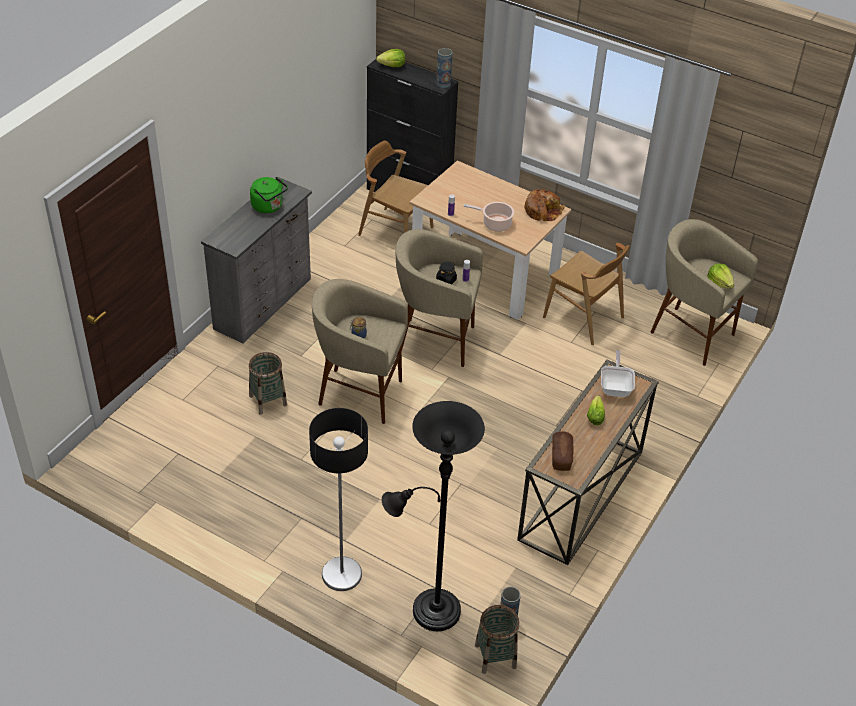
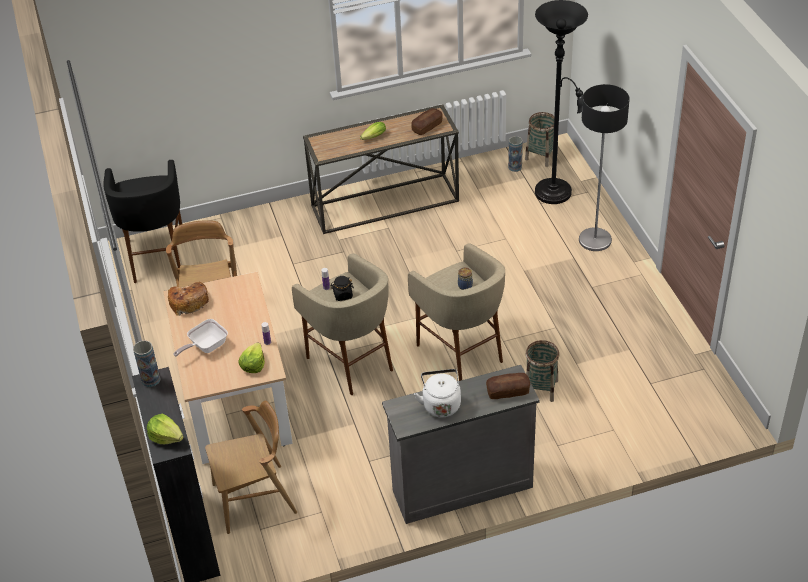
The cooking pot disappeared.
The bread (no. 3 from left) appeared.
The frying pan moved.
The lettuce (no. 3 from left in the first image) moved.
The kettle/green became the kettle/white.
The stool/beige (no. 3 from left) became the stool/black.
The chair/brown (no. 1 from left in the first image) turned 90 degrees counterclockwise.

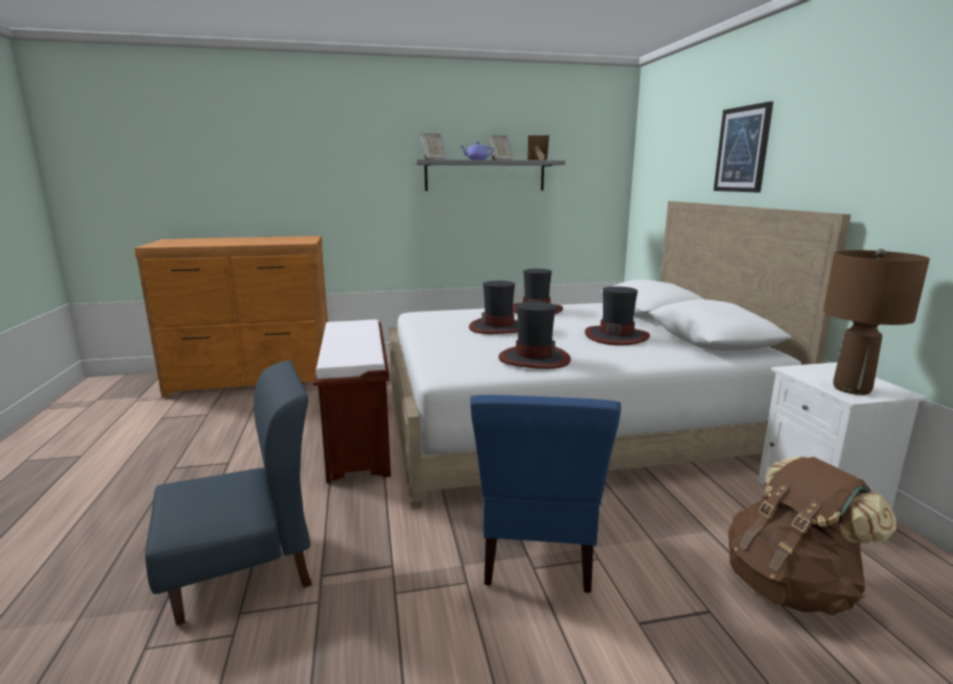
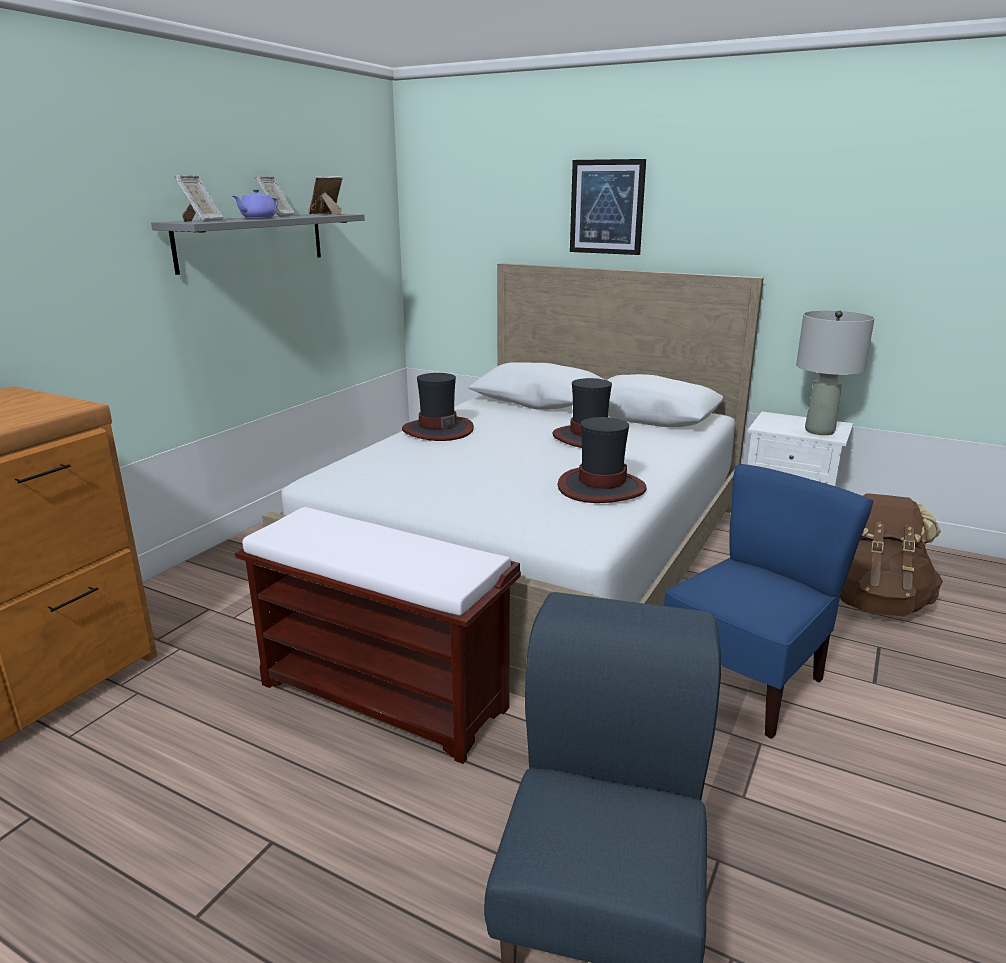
The hat (no. 1 from left) disappeared.
The table lamp/brown became the table lamp/grey.
The chair/blue (no. 2 from left) turned 90 degrees counterclockwise.

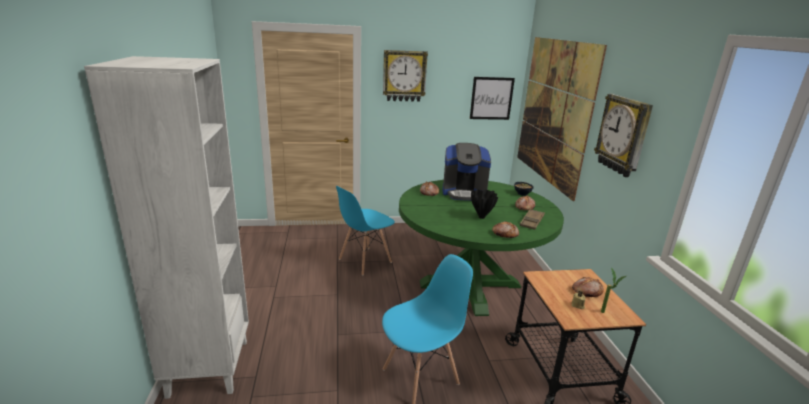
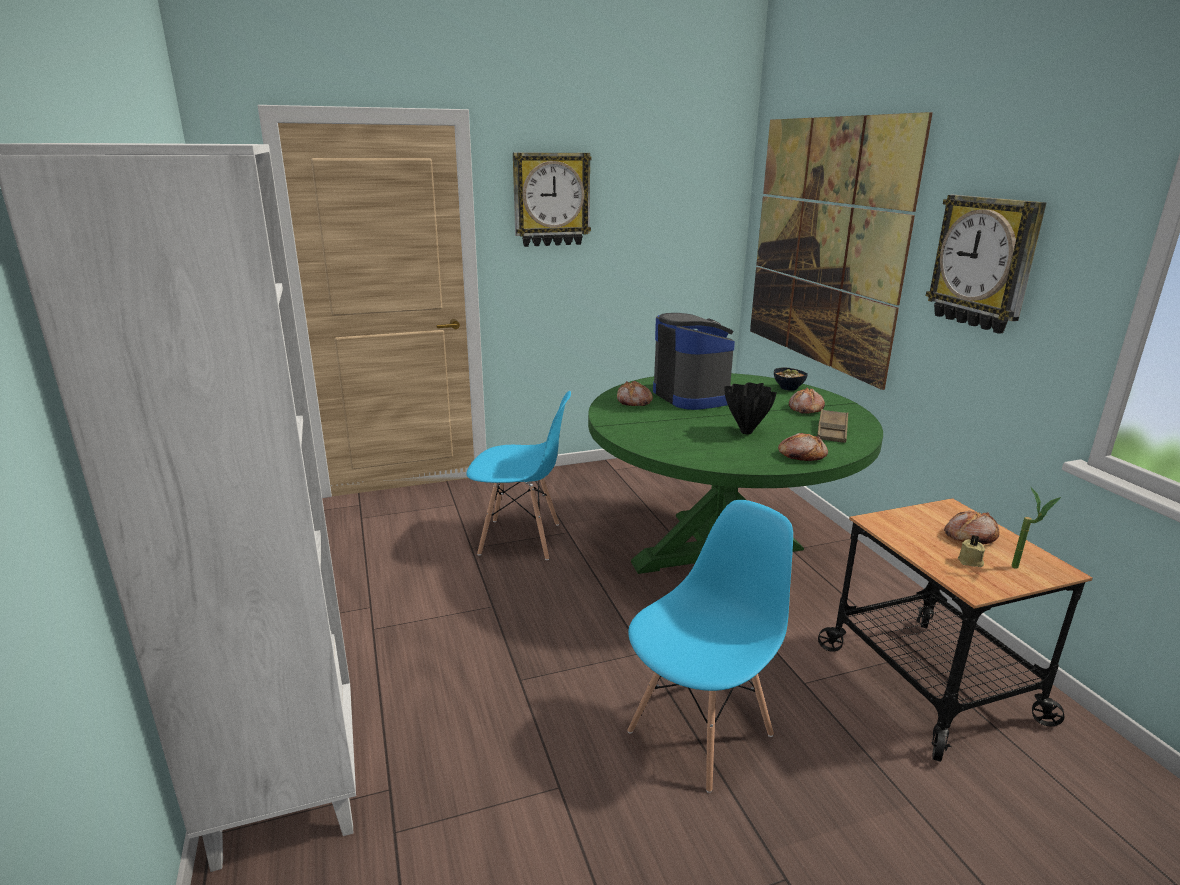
The picture (no. 1 from left) disappeared.
The chair/blue (no. 1 from left) turned 120 degrees counterclockwise.
The coffee machine turned 105 degrees counterclockwise.

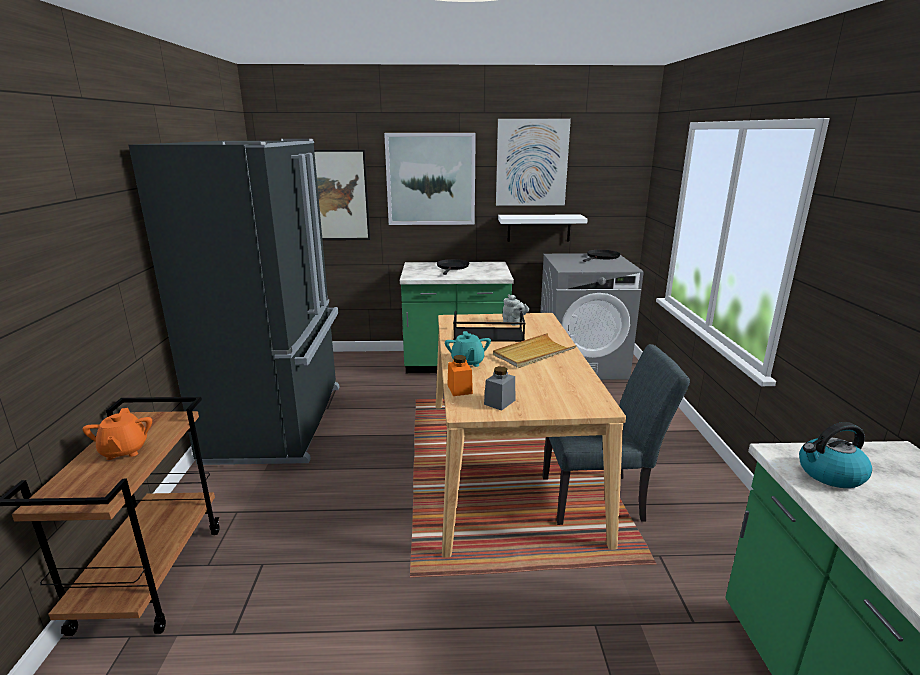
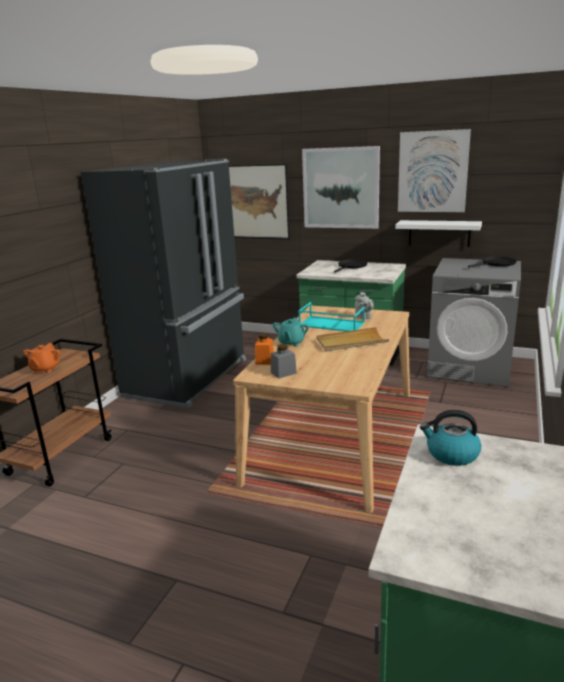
The chair/grey disappeared.
The tray/black became the tray/turquoise.

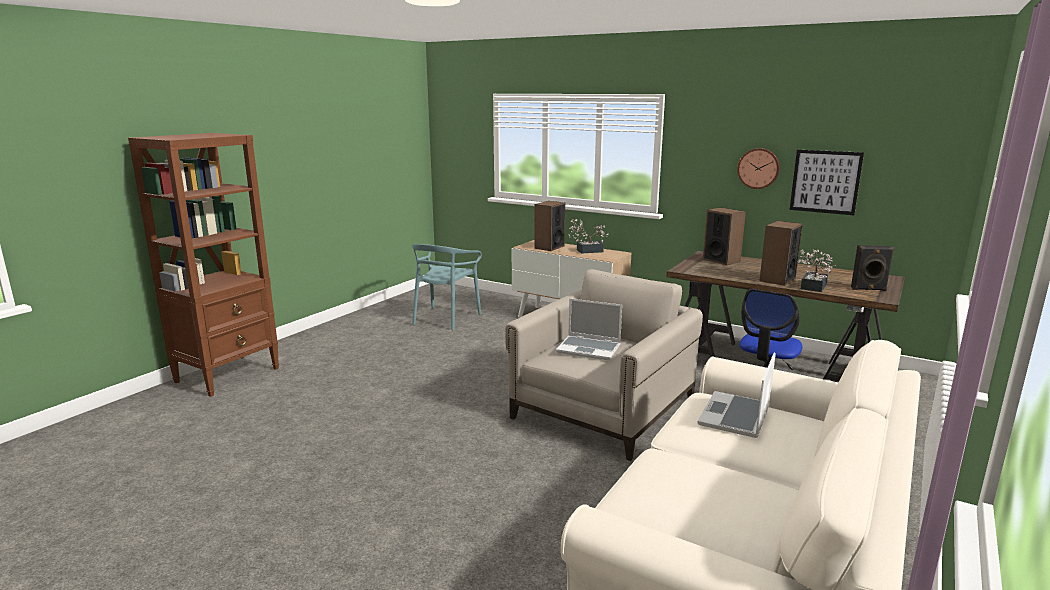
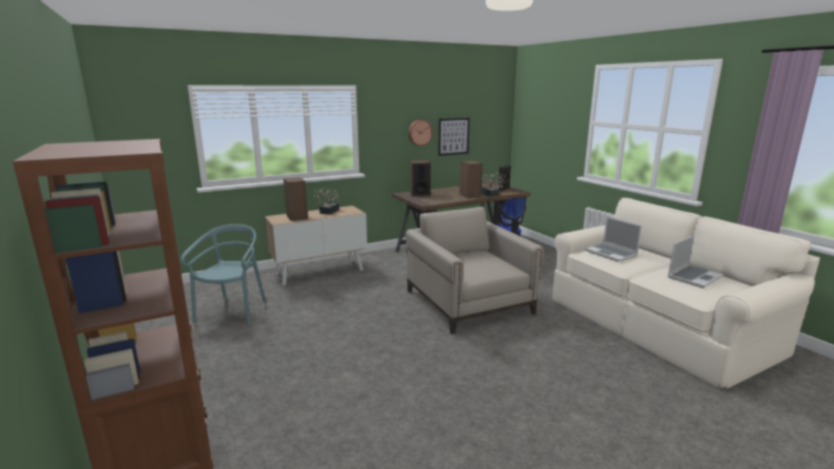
The laptop (no. 1 from left in the first image) moved.
The chair/turquoise turned 135 degrees counterclockwise.

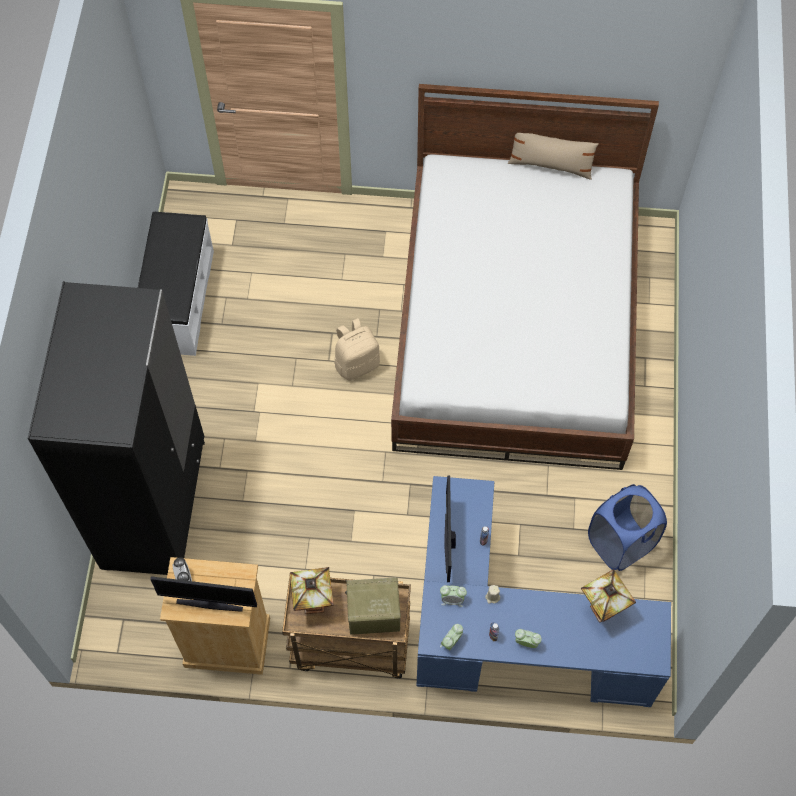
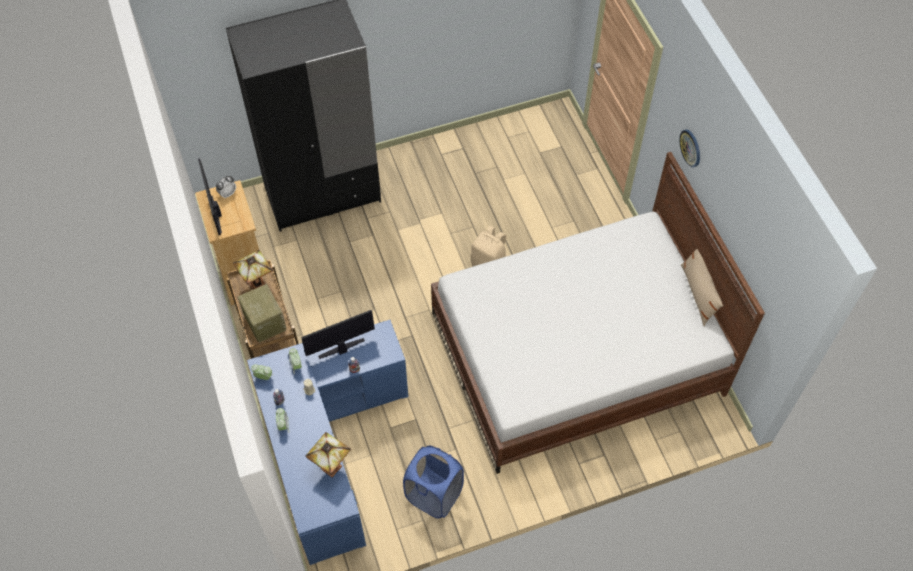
The bench/white disappeared.
The wall clock appeared.

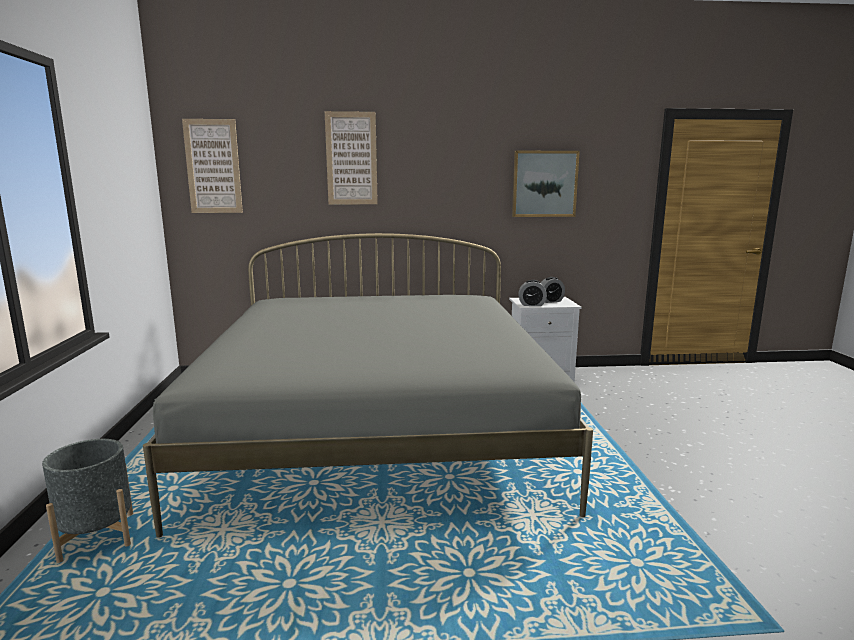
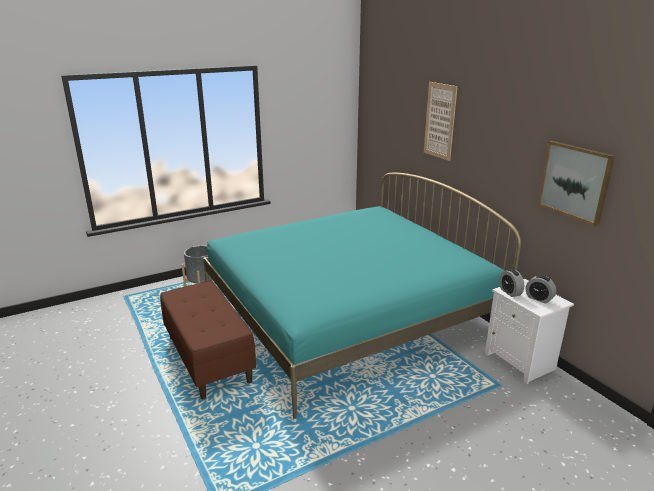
The picture (no. 1 from left) disappeared.
The bench/brown appeared.
The bed/grey became the bed/turquoise.

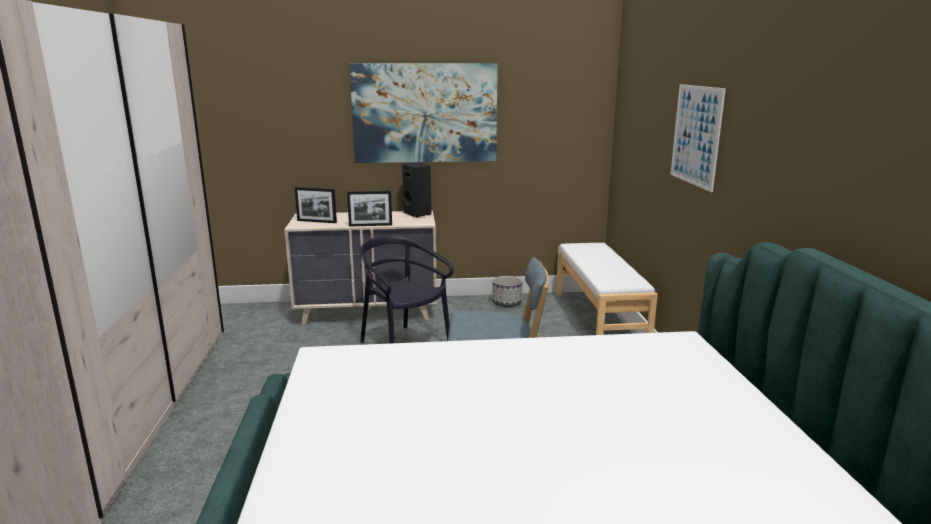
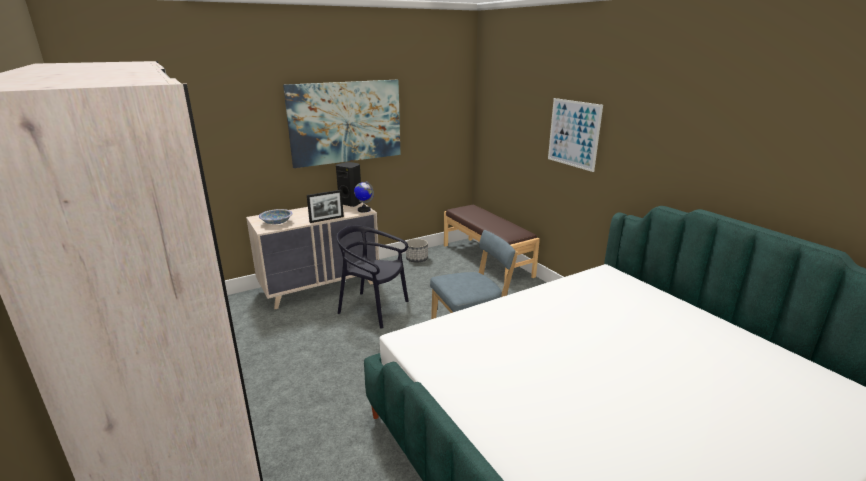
The globe appeared.
The picture frame (no. 1 from left) was replaced by the bowl.
The bench/white became the bench/brown.

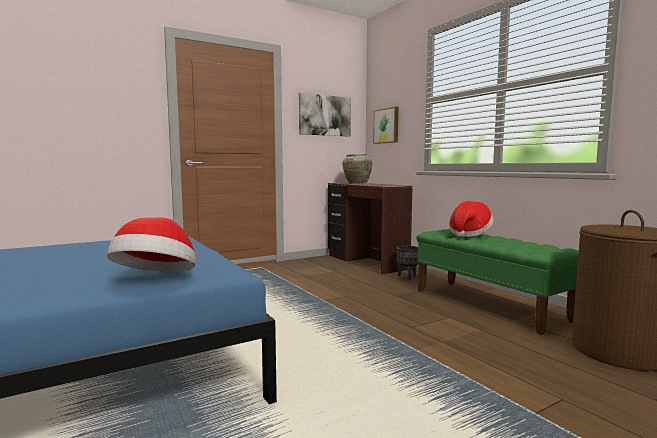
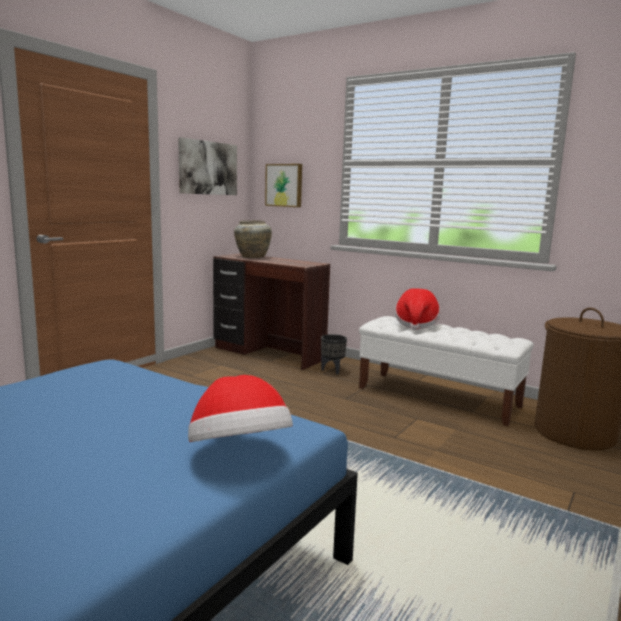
The bench/green became the bench/white.

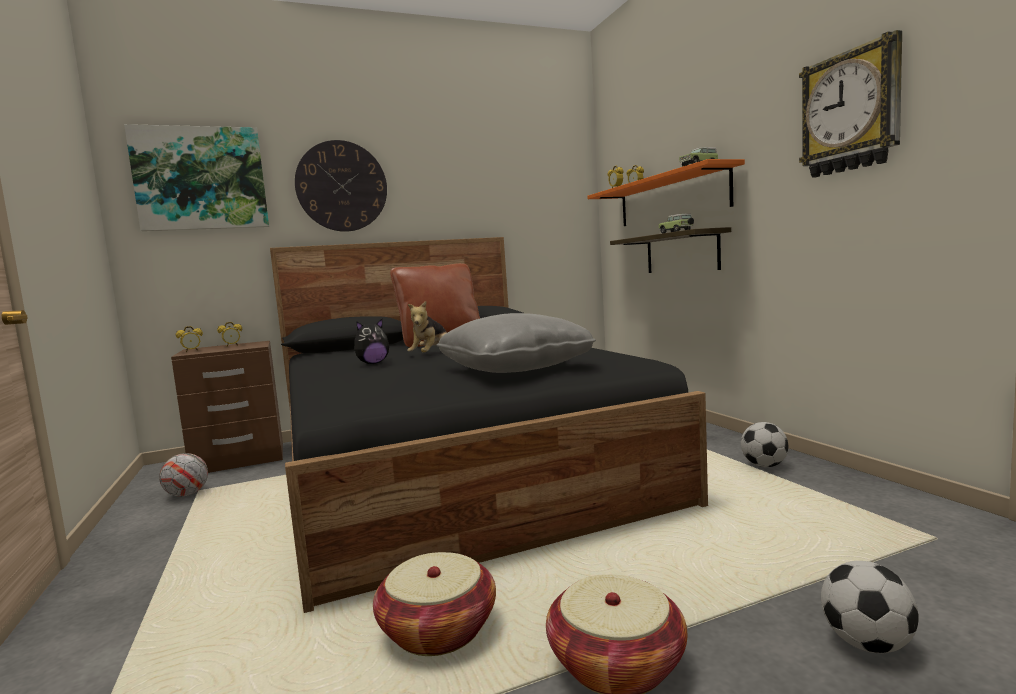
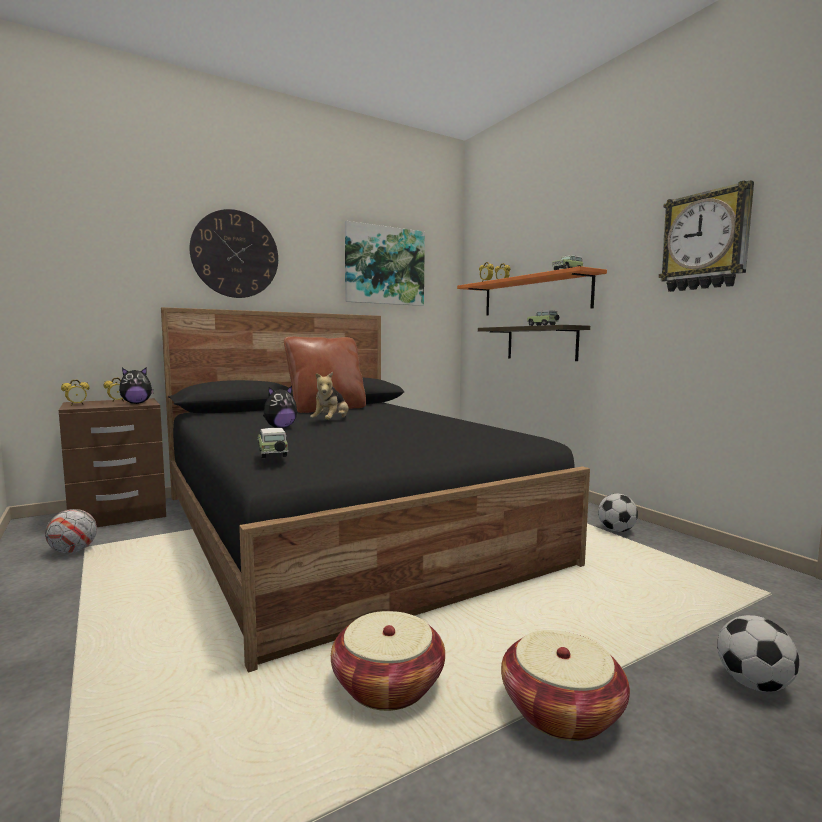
The pillow/grey disappeared.
The plush toy (no. 1 from left) appeared.
The toy car (no. 1 from left) appeared.
The picture moved.

